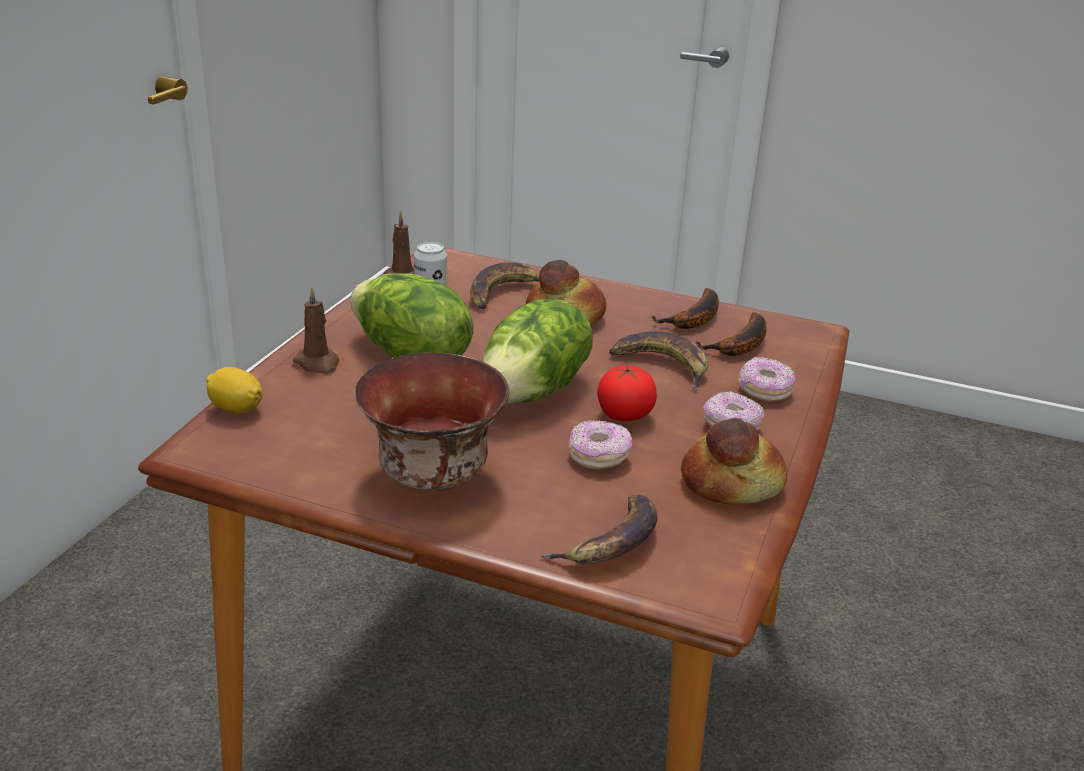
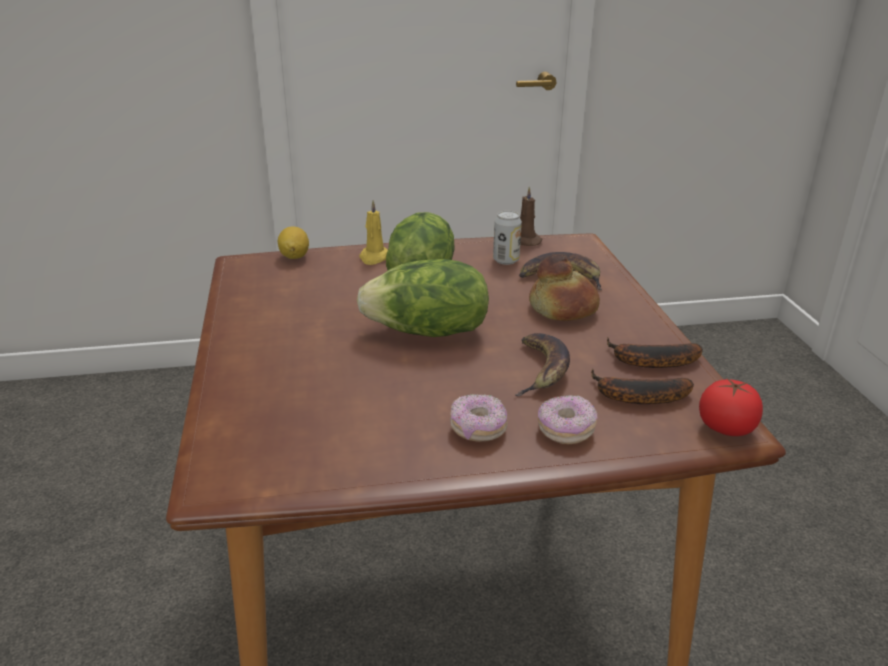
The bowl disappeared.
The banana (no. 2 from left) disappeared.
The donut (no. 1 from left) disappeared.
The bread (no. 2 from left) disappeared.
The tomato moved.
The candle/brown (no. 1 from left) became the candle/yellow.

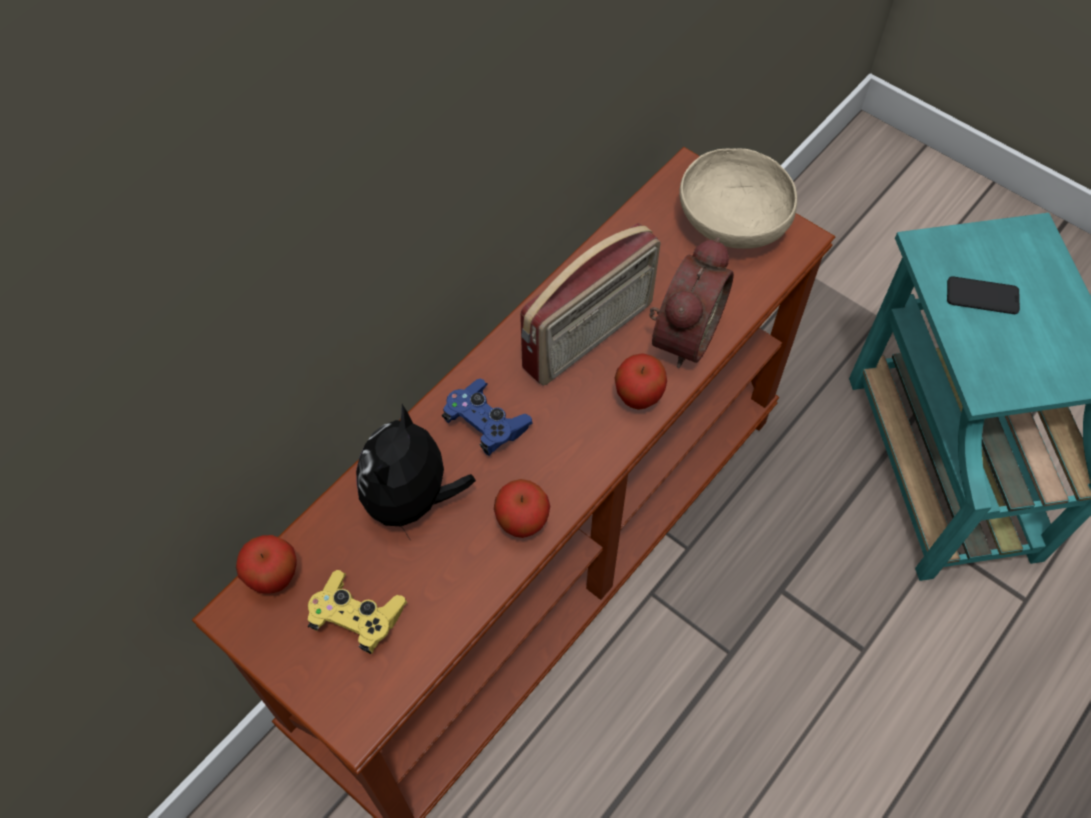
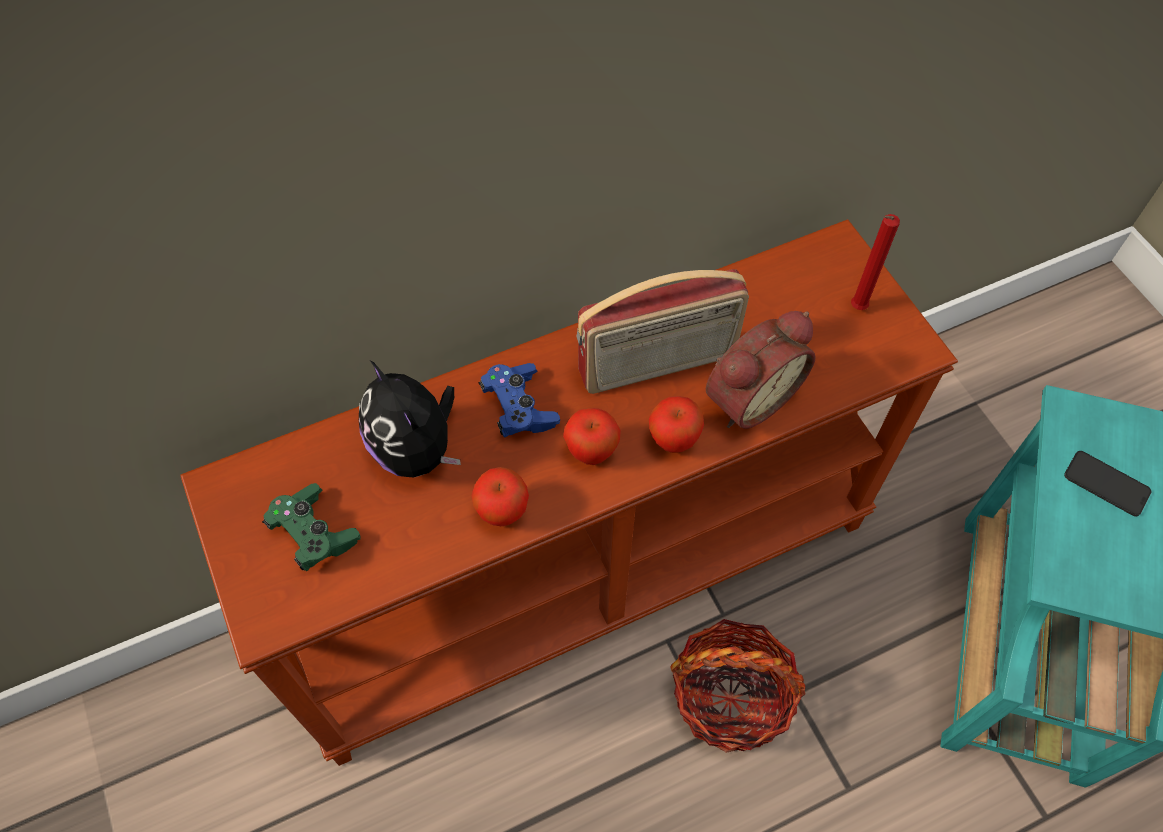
The basket appeared.
The apple (no. 1 from left in the first image) moved.
The bowl/beige was replaced by the candle/red.
The game controller/yellow became the game controller/green.
The plush toy turned 75 degrees counterclockwise.

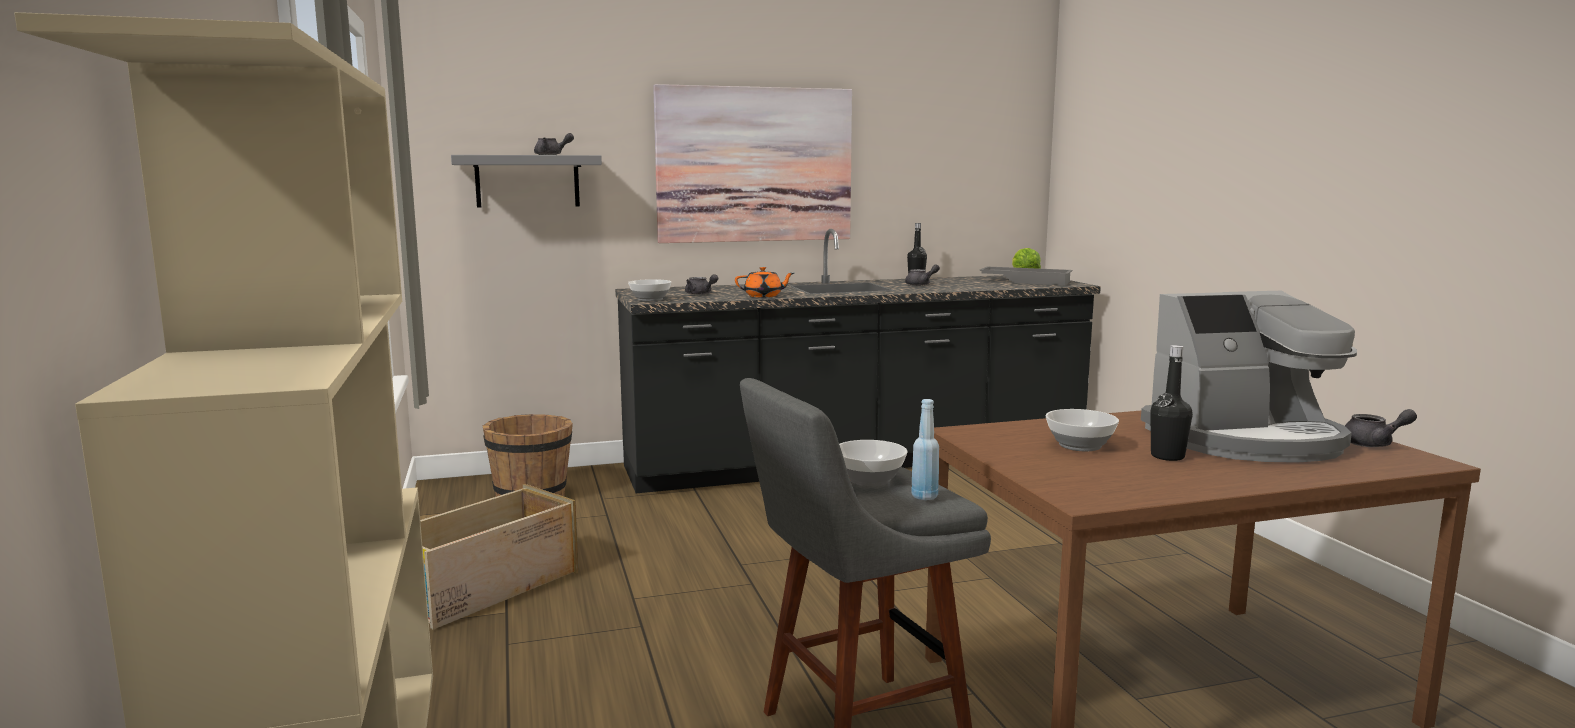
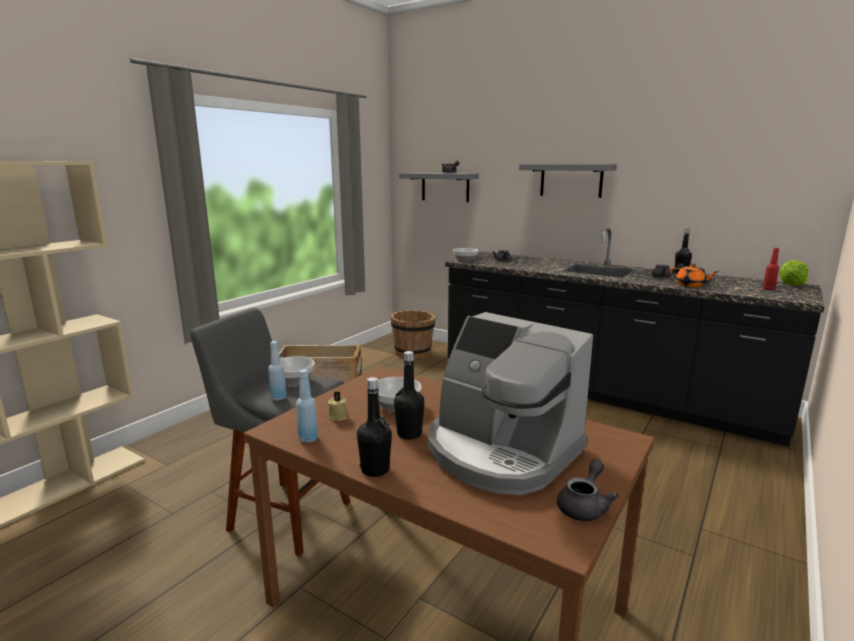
The bottle/blue (no. 2 from left) appeared.
The candle/beige appeared.
The bottle/black (no. 1 from left) appeared.
The teapot/orange moved.
The picture was replaced by the shelf/grey (no. 2 from left).
The tray/grey was replaced by the bottle/red.
The teapot/grey (no. 4 from left in the first image) turned 105 degrees counterclockwise.

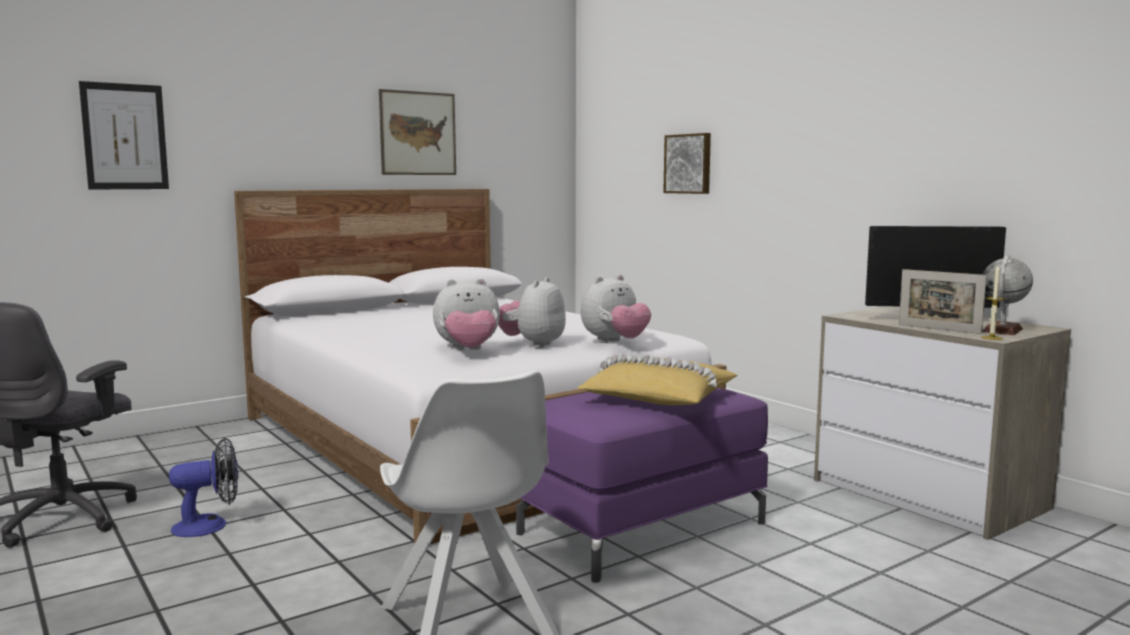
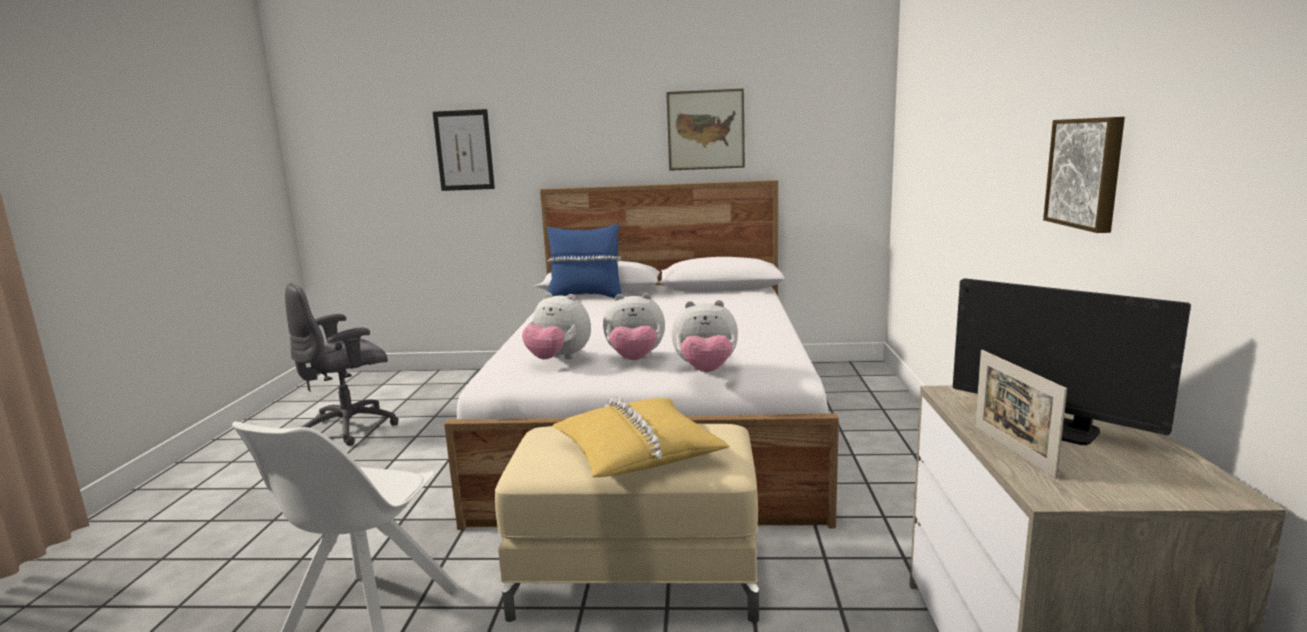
The fan disappeared.
The candle disappeared.
The globe disappeared.
The pillow/blue appeared.
The picture (no. 3 from left) moved.
The ottoman/purple became the ottoman/beige.
The plush toy (no. 2 from left) turned 150 degrees counterclockwise.

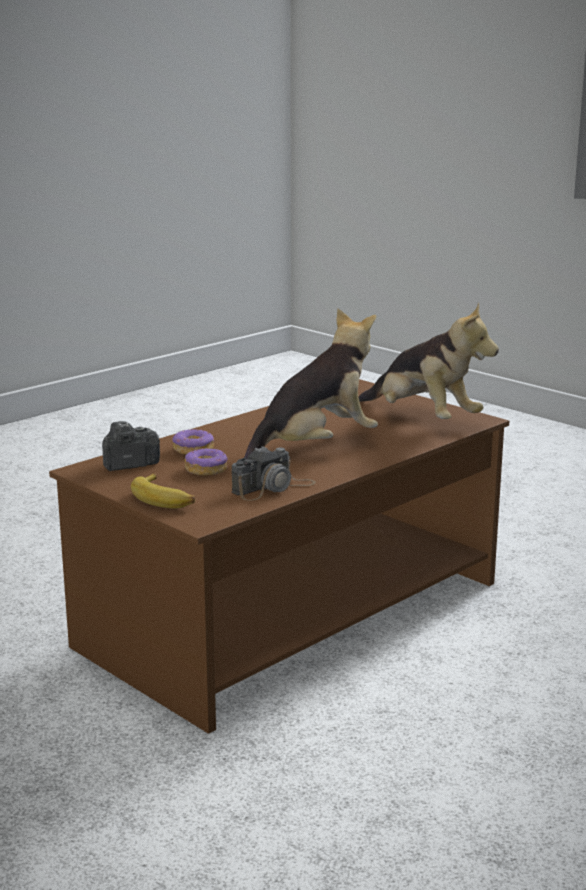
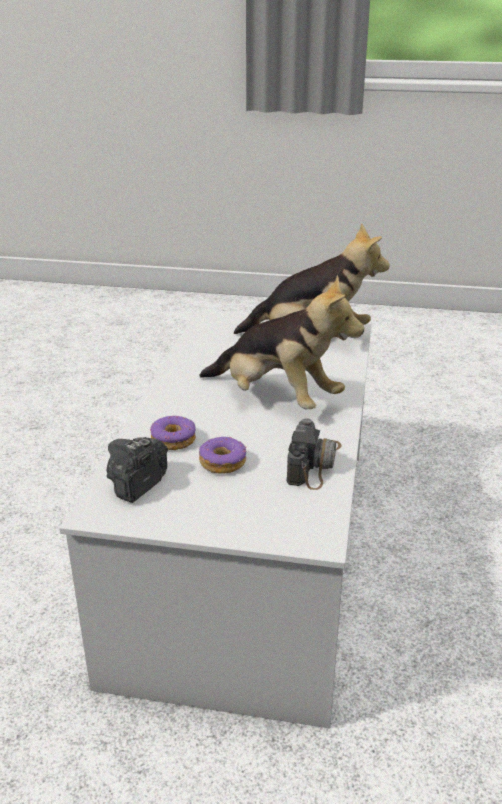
The banana disappeared.
The coffee table/brown became the coffee table/white.
The plush toy (no. 1 from left) turned 105 degrees clockwise.

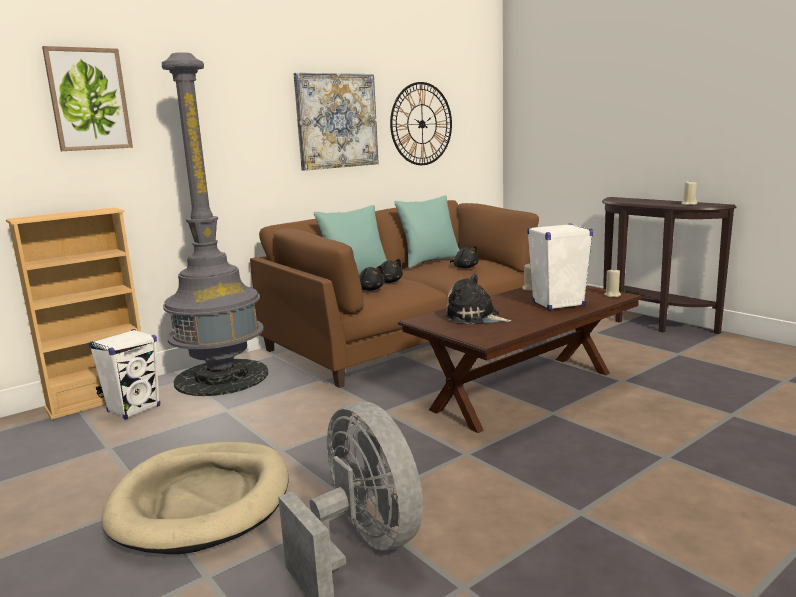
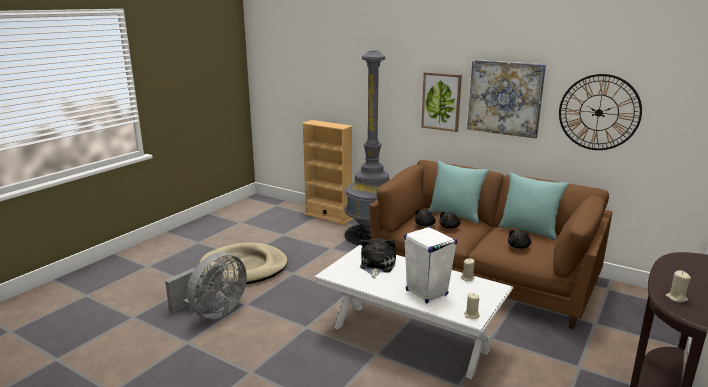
The speaker/white (no. 1 from left) disappeared.
The picture (no. 1 from left) moved.
The coffee table/brown became the coffee table/white.

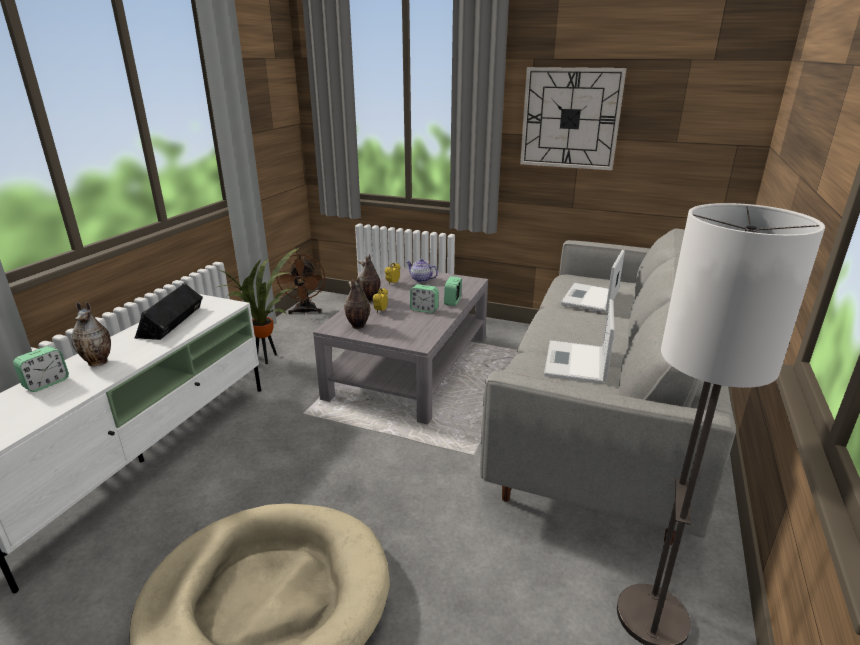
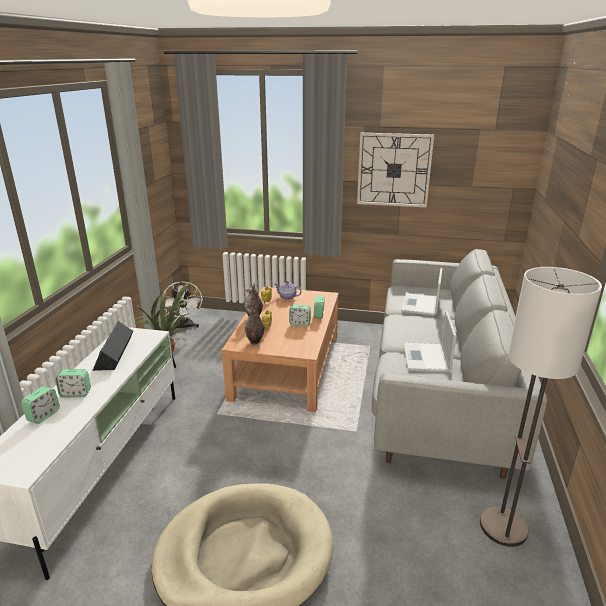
The vase (no. 1 from left) was replaced by the alarm clock (no. 2 from left).
The fan/brown became the fan/white.
The coffee table/grey became the coffee table/brown.

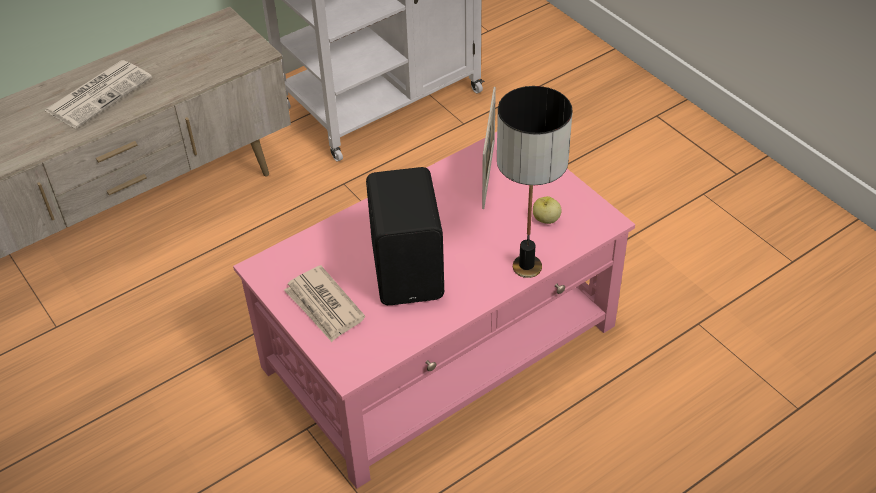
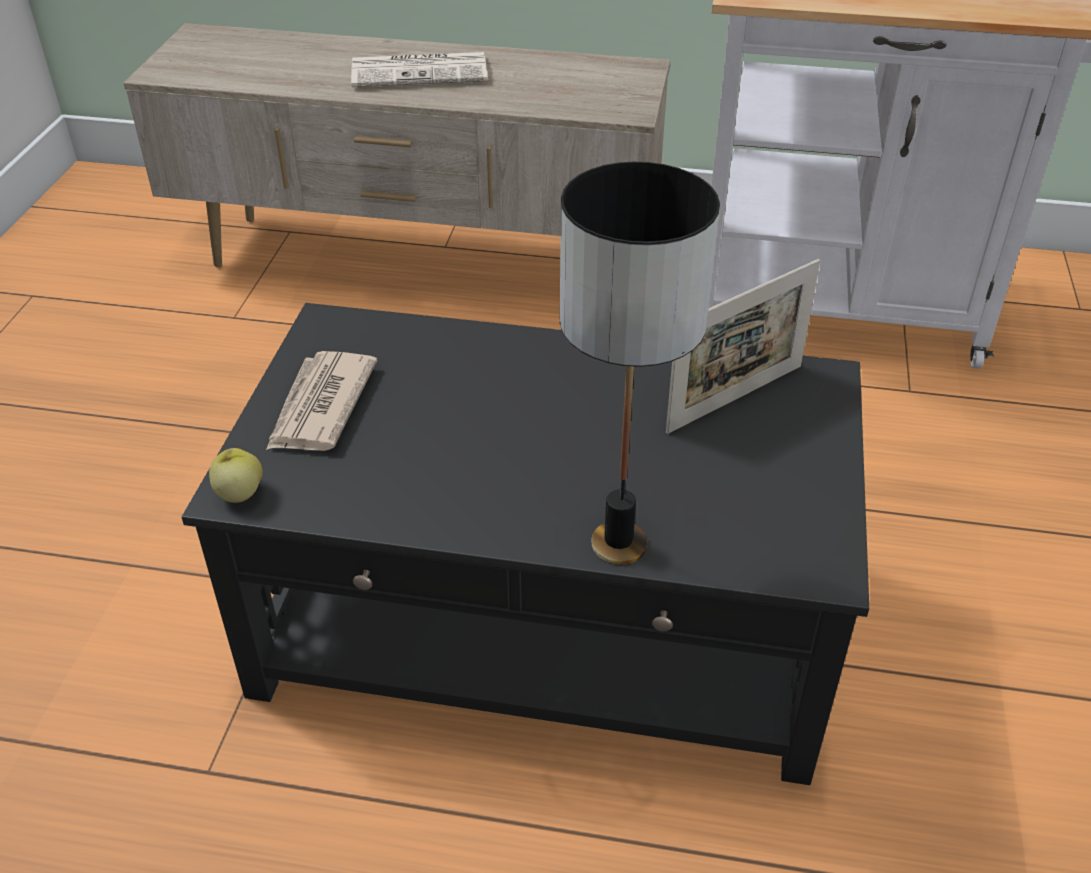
The speaker/black disappeared.
The apple moved.
The coffee table/pink became the coffee table/black.

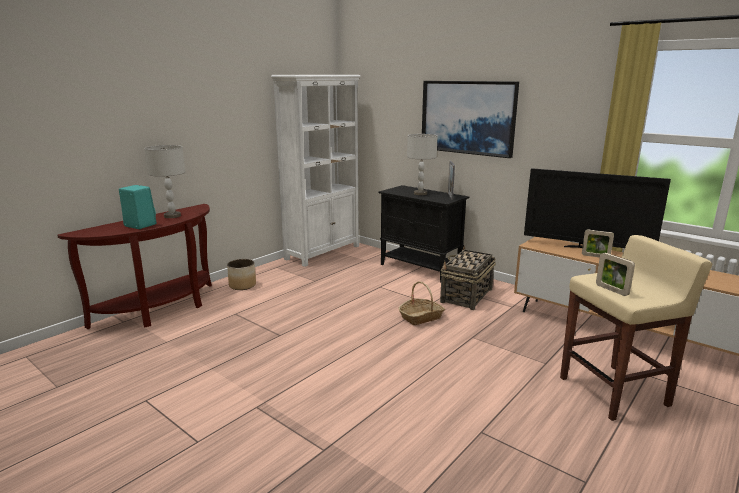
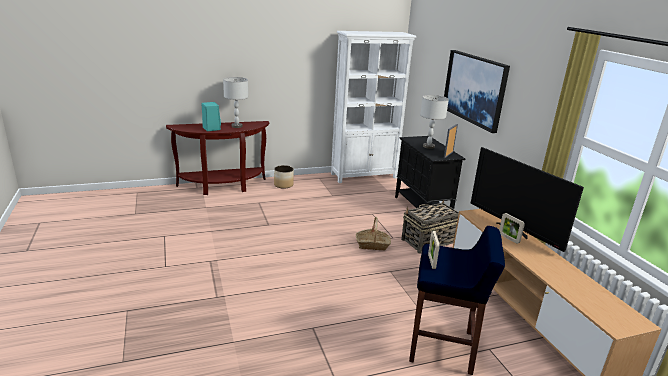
The stool/beige became the stool/blue.

